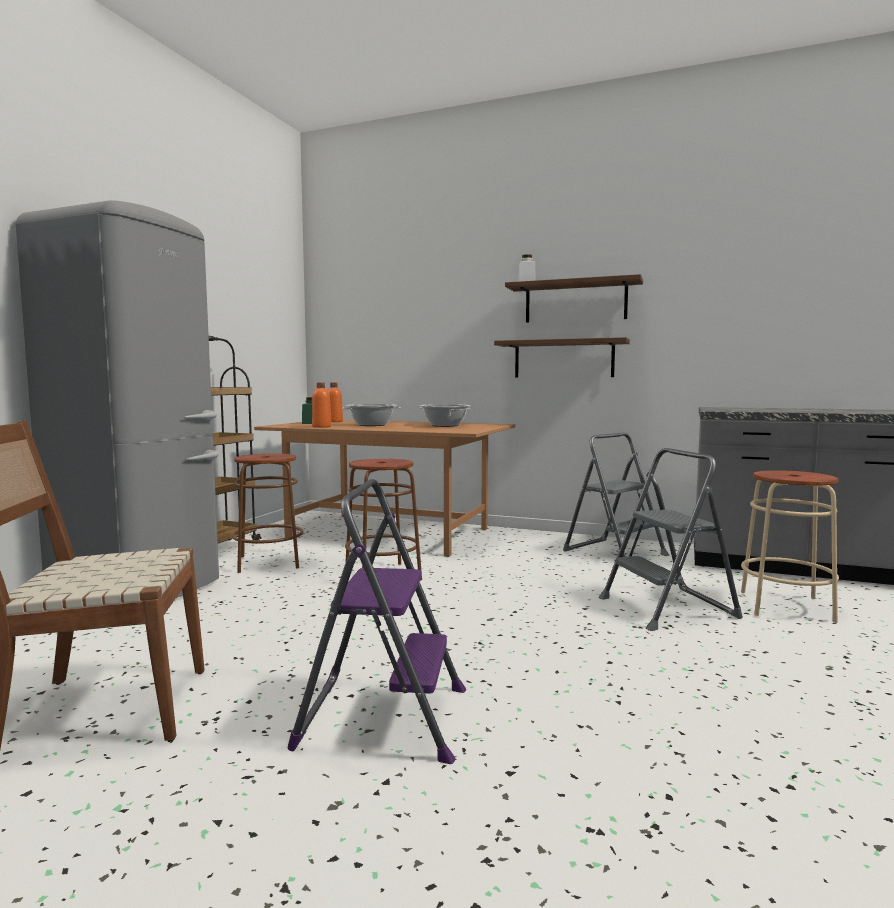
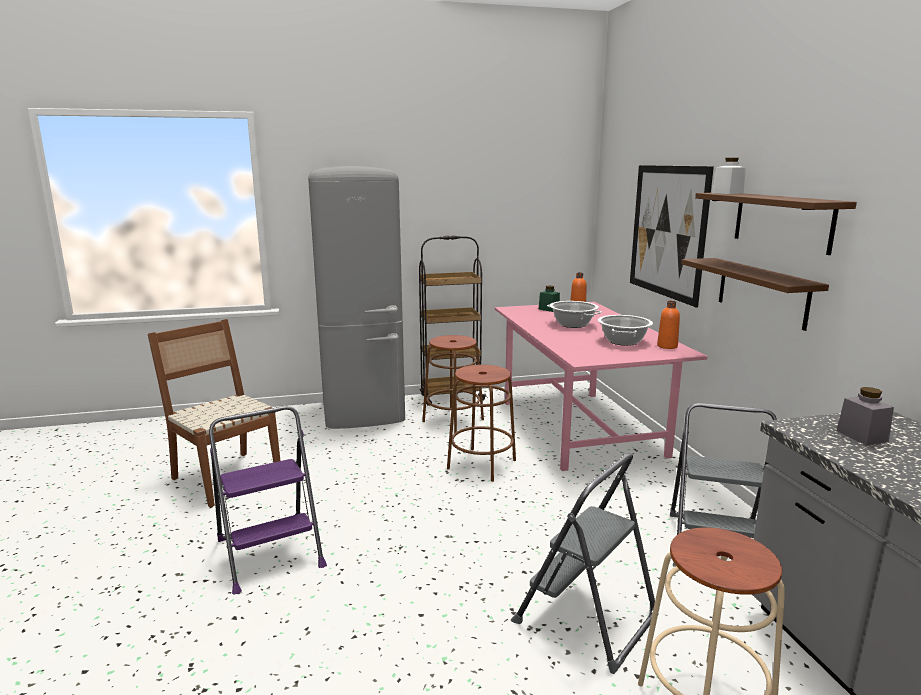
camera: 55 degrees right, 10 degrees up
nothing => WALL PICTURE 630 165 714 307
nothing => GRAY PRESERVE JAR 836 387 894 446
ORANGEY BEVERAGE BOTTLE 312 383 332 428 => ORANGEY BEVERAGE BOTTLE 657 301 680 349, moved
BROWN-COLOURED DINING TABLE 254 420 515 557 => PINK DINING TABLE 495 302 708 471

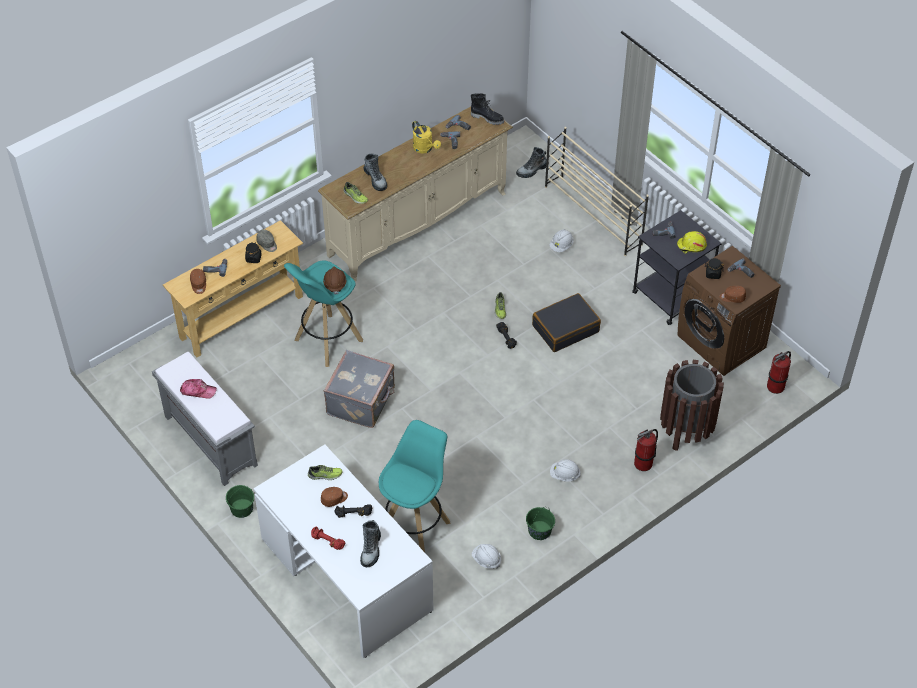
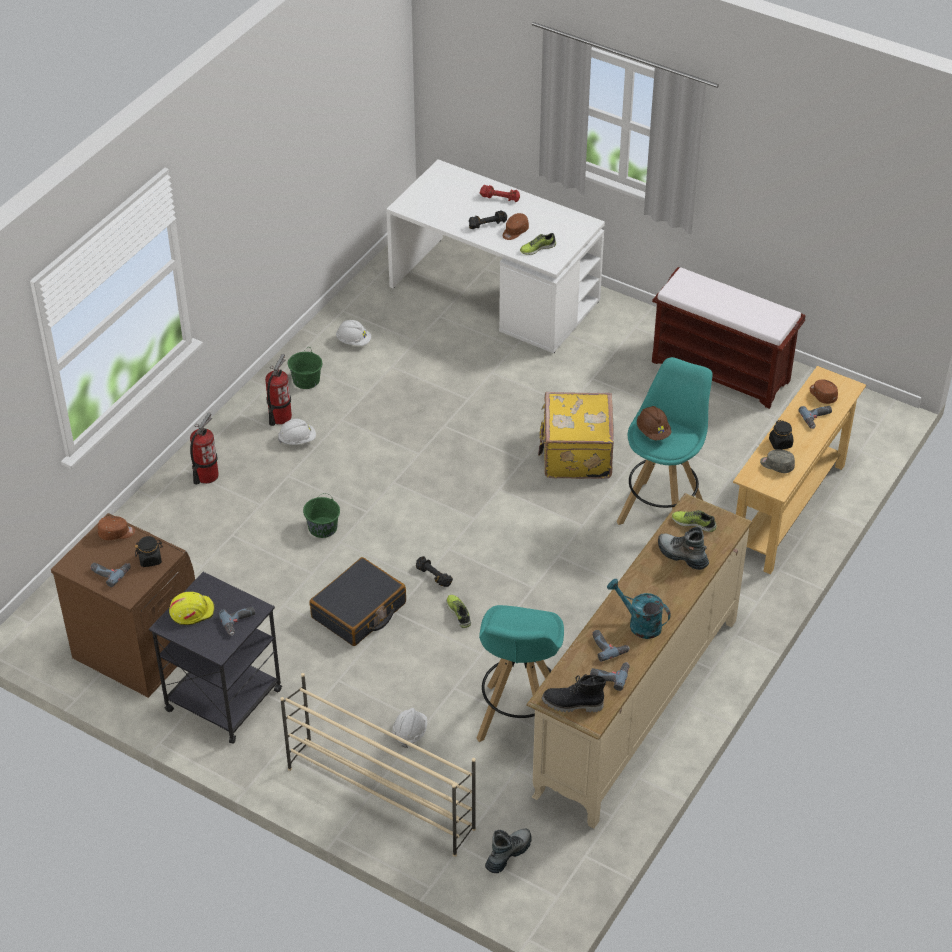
camera: 160 degrees right, 5 degrees down
BASEBALL CAP 180 379 217 399 => nothing
TALL BOOT 360 520 381 567 => nothing
BROWN-COLOURED TRASH CAN 660 360 724 451 => nothing
GREEN-COLOURED PAIL 226 485 254 518 => GREEN-COLOURED PAIL 303 493 340 538, moved
TURQUOISE-COLOURED STOOL 379 420 451 552 => TURQUOISE-COLOURED STOOL 476 605 564 742, moved
FIRE EXTINGUISHER 767 351 791 394 => FIRE EXTINGUISHER 265 354 292 426, moved
GRAY LONG SEAT 152 352 258 486 => BROWN-COLOURED LONG SEAT 652 267 806 409
GRAY PIECE OF LUGGAGE 324 350 395 428 => YELLOW-COLOURED PIECE OF LUGGAGE 538 392 614 479
YELLOW-COLOURED WATERING CAN 412 121 441 154 => TURQUOISE-COLOURED WATERING CAN 607 579 671 639

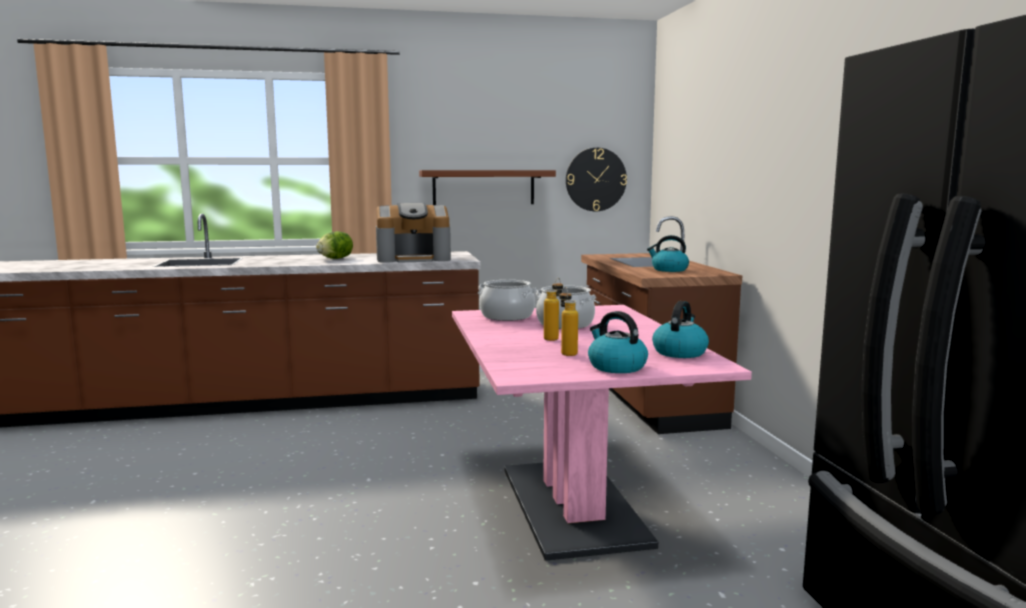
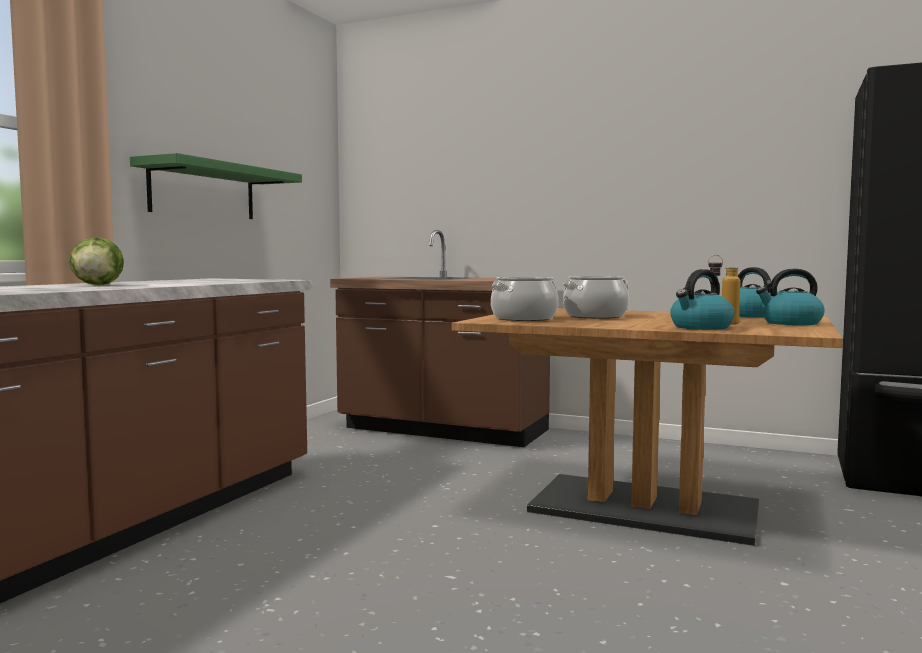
camera: 55 degrees left, 5 degrees down
COFFEE MAKER 376 203 451 263 => nothing
BEVERAGE BOTTLE 544 278 563 341 => nothing
CLOCK ON THE WALL 566 148 627 211 => nothing
TEA KETTLE 647 235 689 272 => TEA KETTLE 670 269 734 330, moved
BROWN-COLOURED SHELF 419 170 556 205 => GREEN-COLOURED SHELF 130 153 302 219
PINK DINING TABLE 452 305 752 561 => BROWN-COLOURED DINING TABLE 452 308 843 546

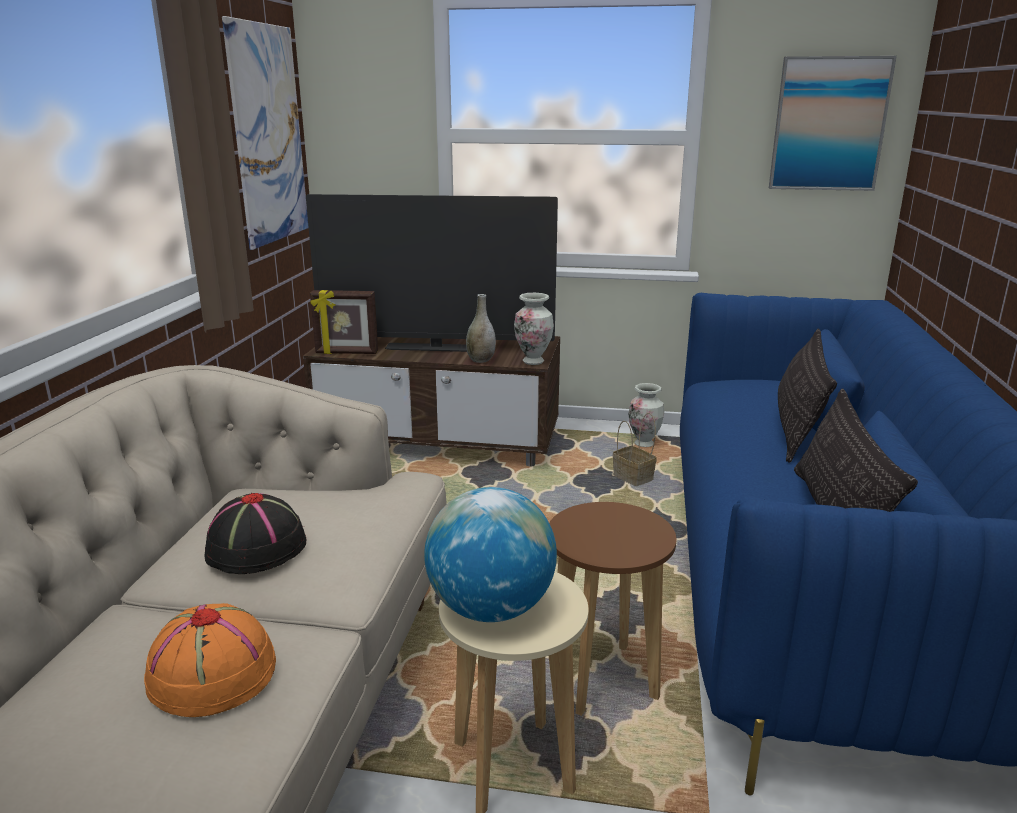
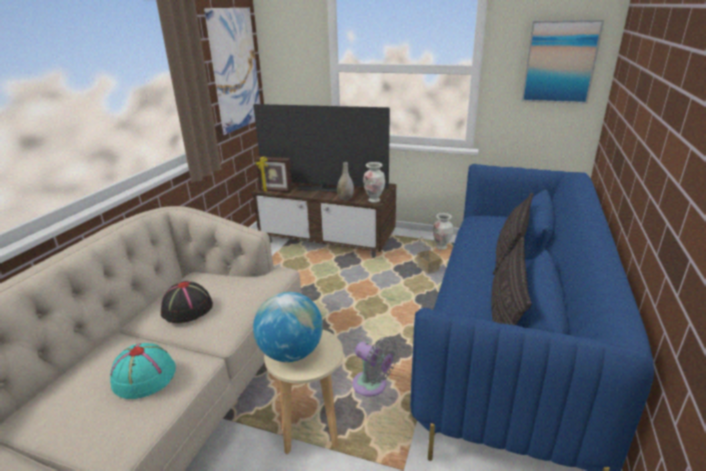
camera: 10 degrees right, 5 degrees up
BROWN-COLOURED STOOL 549 502 676 716 => GRAY ELECTRIC FAN 352 337 398 397
ORANGEY HAT 144 603 276 717 => TURQUOISE-COLOURED HAT 110 343 176 399

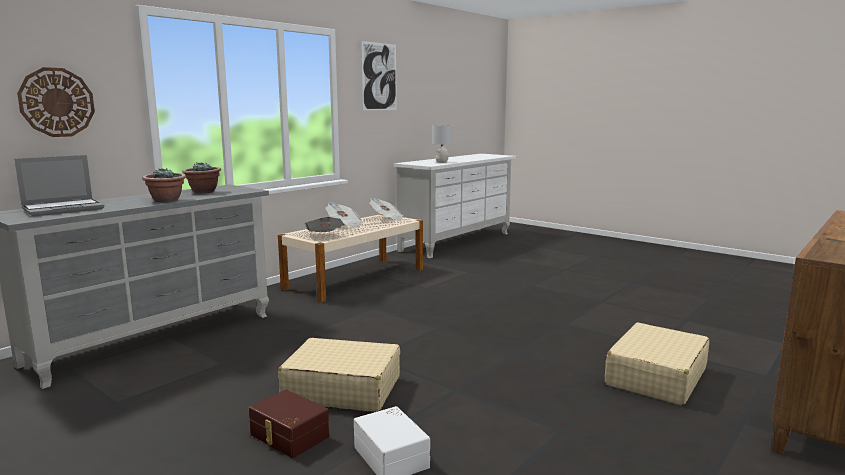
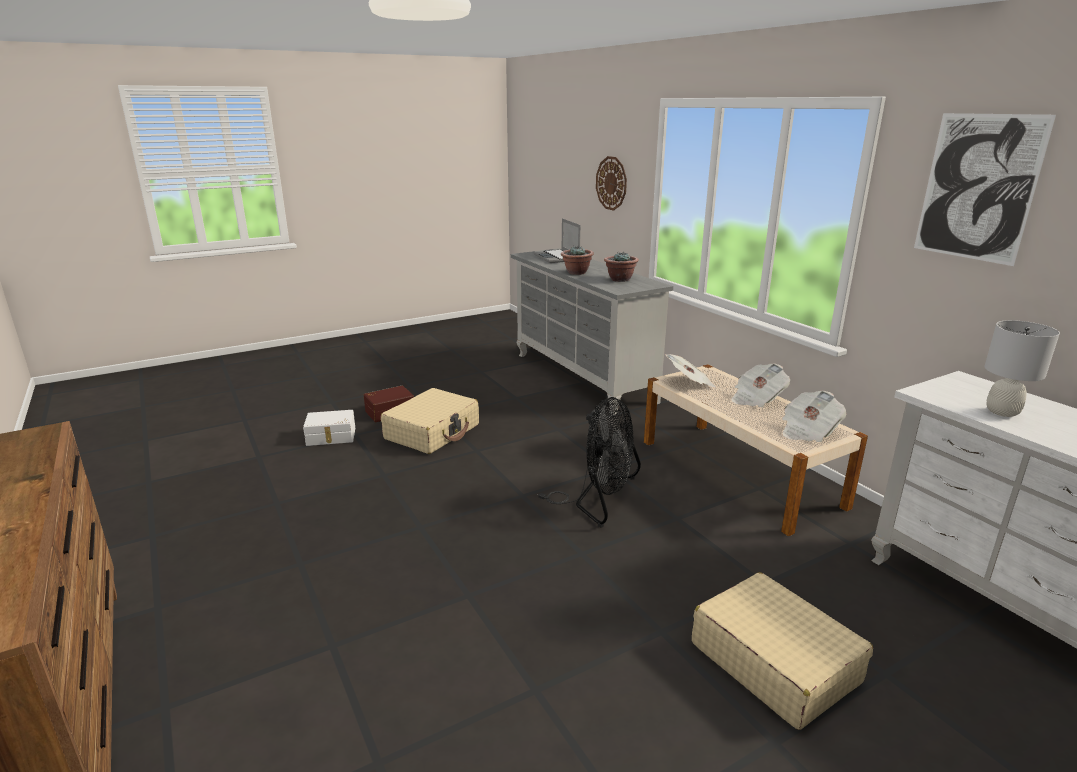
camera: 110 degrees right, 10 degrees up
nothing => BLACKISH ELECTRIC FAN 538 397 641 528
BEIGE PIECE OF LUGGAGE 605 323 709 405 => BEIGE PIECE OF LUGGAGE 692 572 873 730, moved

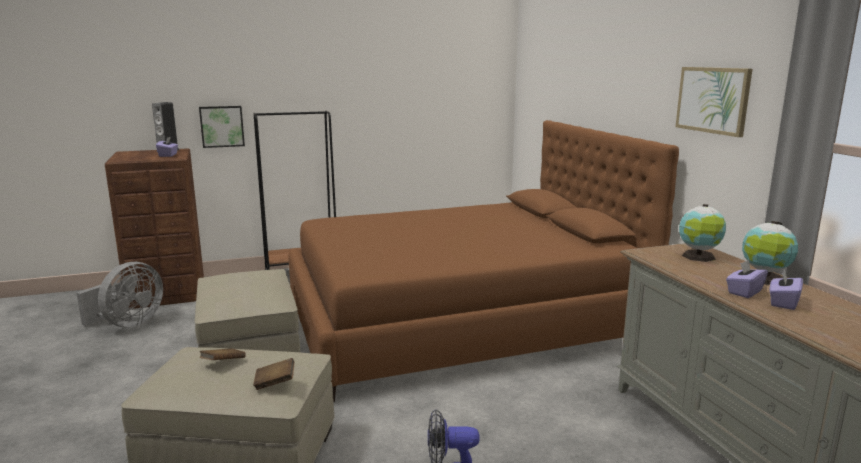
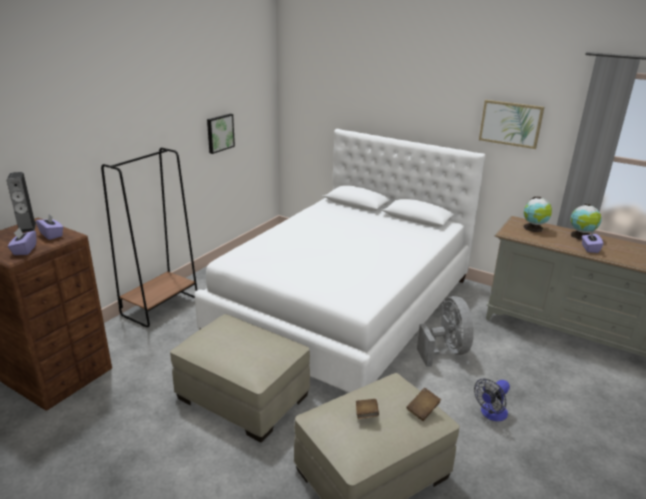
camera: 40 degrees left, 10 degrees up
GRAY ELECTRIC FAN 76 262 163 328 => GRAY ELECTRIC FAN 417 296 474 367, moved
WALL PICTURE 199 106 245 148 => WALL PICTURE 207 114 235 154, moved
PURPLE-COLOURED TISSUE HOLDER 769 270 803 310 => PURPLE-COLOURED TISSUE HOLDER 8 228 36 255, moved
BROWN-COLOURED BED 288 120 679 402 => WHITISH BED 195 129 486 393

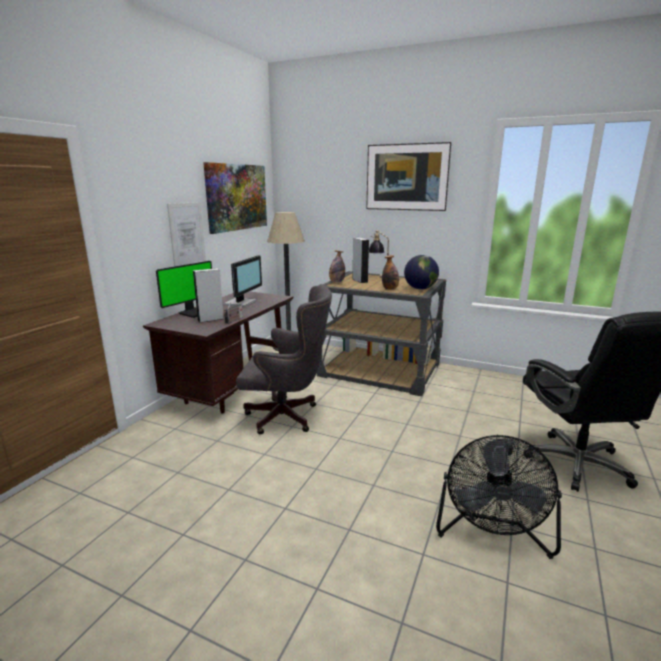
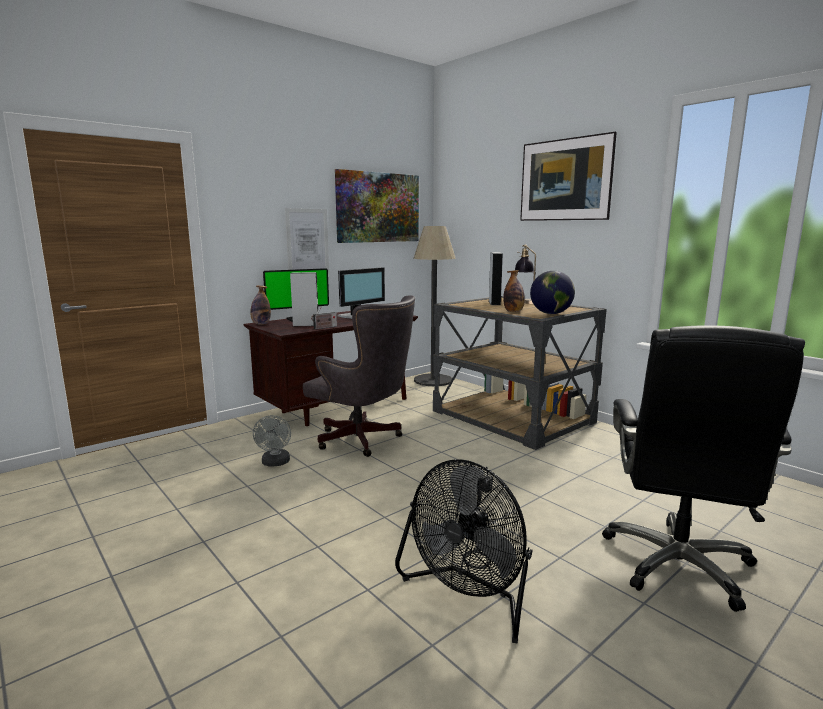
camera: 25 degrees right, 5 degrees down
nothing => GRAY ELECTRIC FAN 253 415 291 466
BEVERAGE BOTTLE 329 250 345 283 => BEVERAGE BOTTLE 250 285 271 325, moved

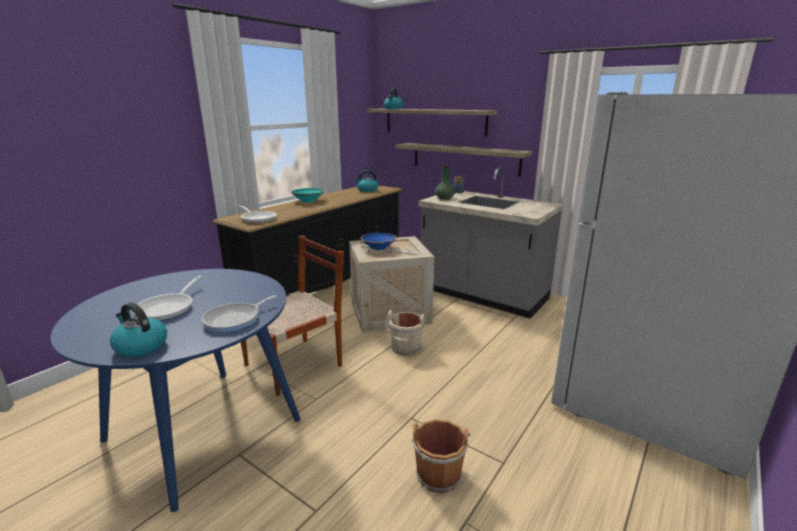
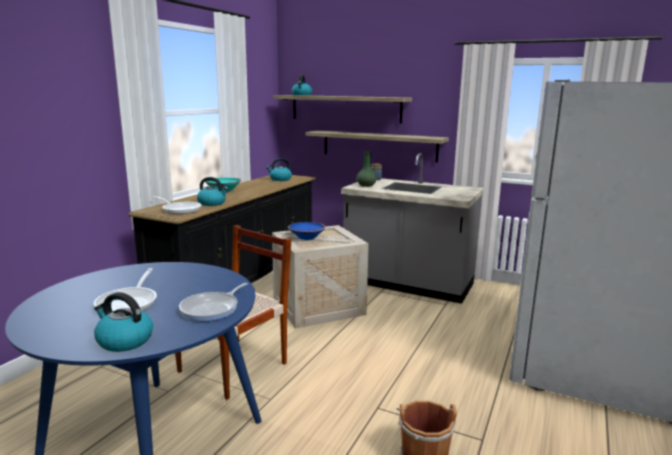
camera: 10 degrees left, 5 degrees down
BEIGE PAIL 386 310 425 356 => nothing
nothing => TEA KETTLE 197 177 228 206

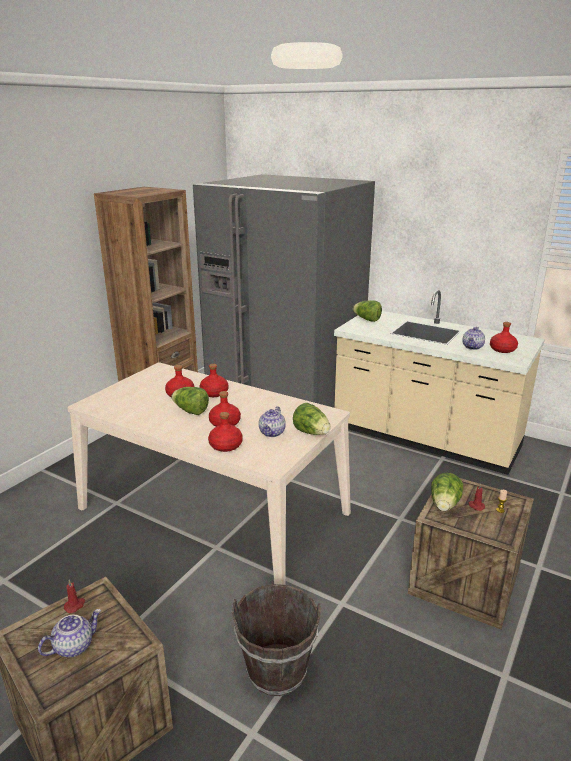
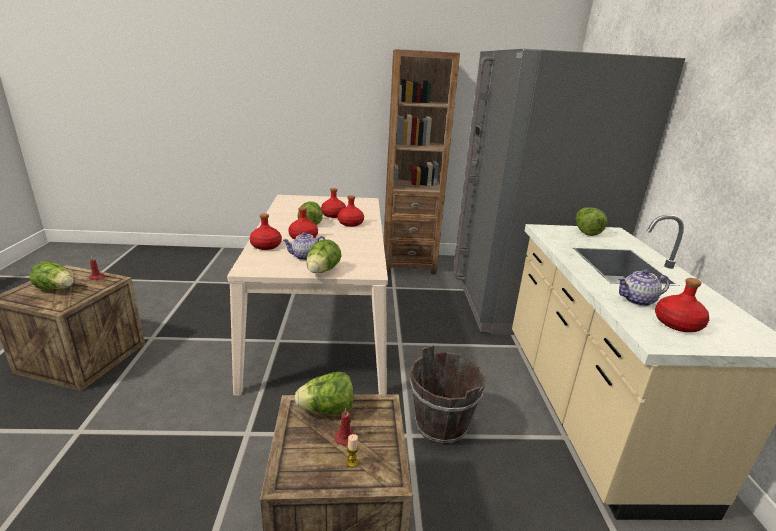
camera: 55 degrees right, 0 degrees up
BROWN-COLOURED PAIL 231 584 321 696 => BROWN-COLOURED PAIL 410 345 486 445, moved
POT FOR TEA 38 609 101 657 => LETTUCE HEAD 30 261 74 290

